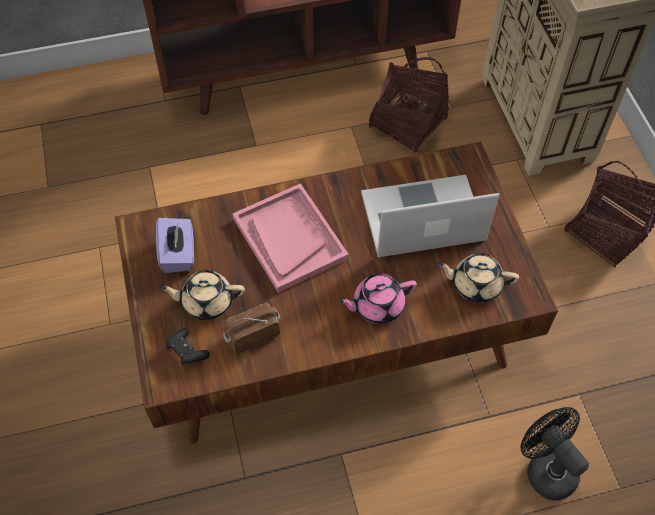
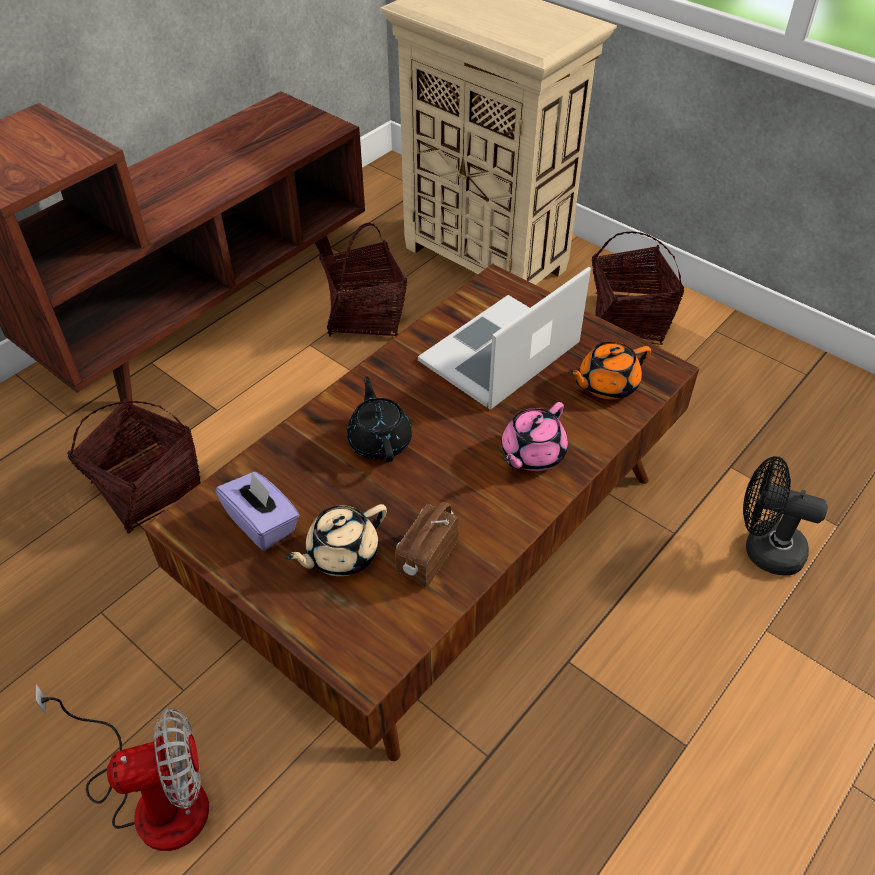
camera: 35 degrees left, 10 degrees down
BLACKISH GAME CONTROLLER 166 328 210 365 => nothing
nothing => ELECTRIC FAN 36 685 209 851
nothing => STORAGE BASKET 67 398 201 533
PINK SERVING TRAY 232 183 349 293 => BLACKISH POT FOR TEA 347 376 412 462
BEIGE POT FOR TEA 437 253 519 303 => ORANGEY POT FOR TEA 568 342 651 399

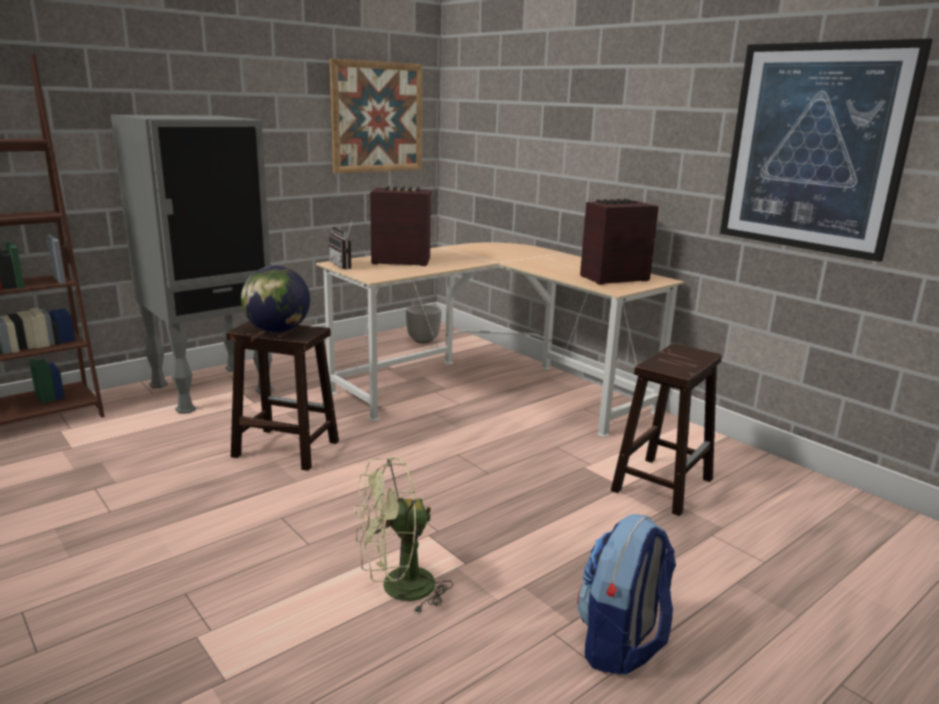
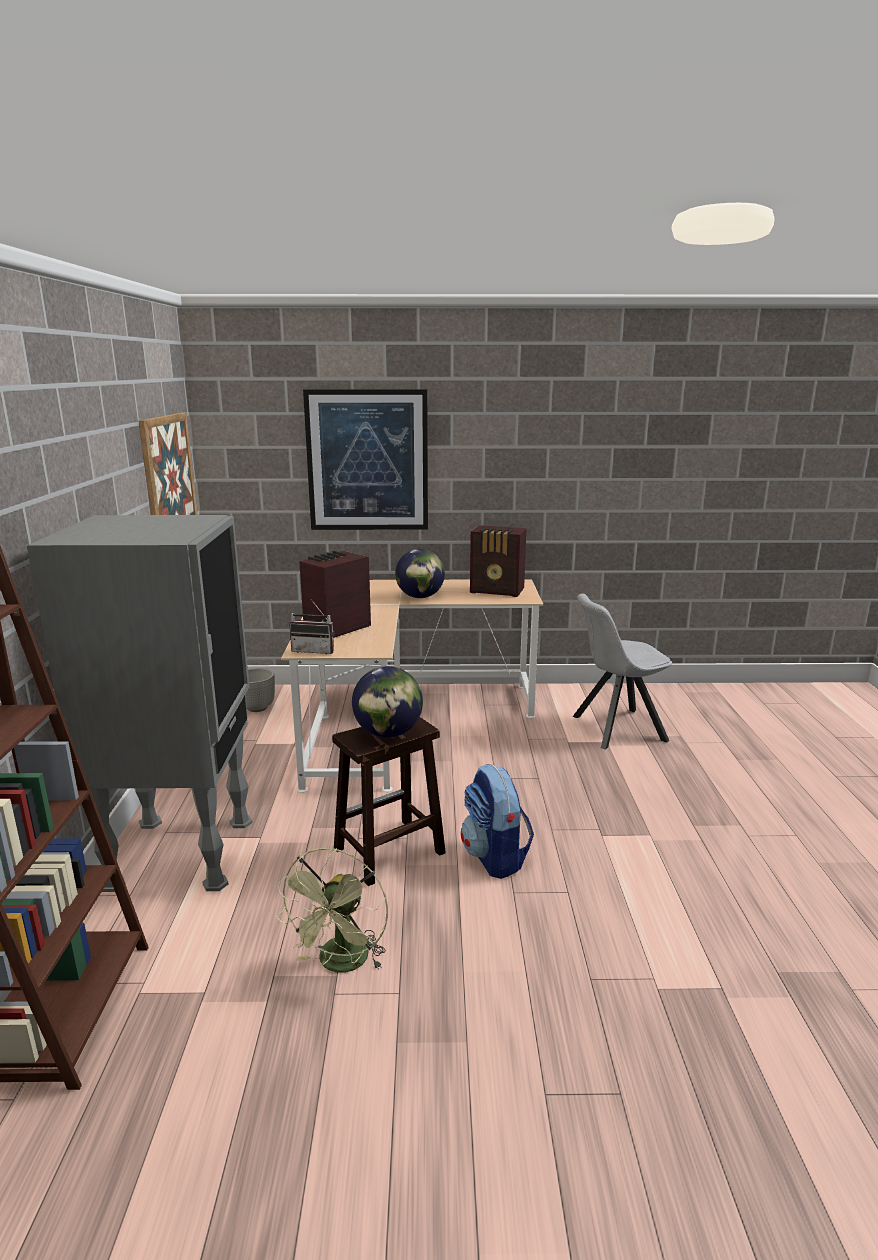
camera: 50 degrees left, 0 degrees up
nothing => GLOBE 395 549 445 598
GREEN-COLOURED ELECTRIC FAN 354 457 453 614 => GREEN-COLOURED ELECTRIC FAN 276 848 388 973, moved
RUCKSACK 577 514 676 675 => RUCKSACK 461 764 534 879, moved
WALL PICTURE 720 38 933 262 => WALL PICTURE 303 389 428 530, moved
BROWN-COLOURED STOOL 611 343 722 516 => GRAY CHAIR 573 594 672 750
RADIO SET 580 199 659 285 => RADIO SET 470 525 527 597, 90 degrees counterclockwise

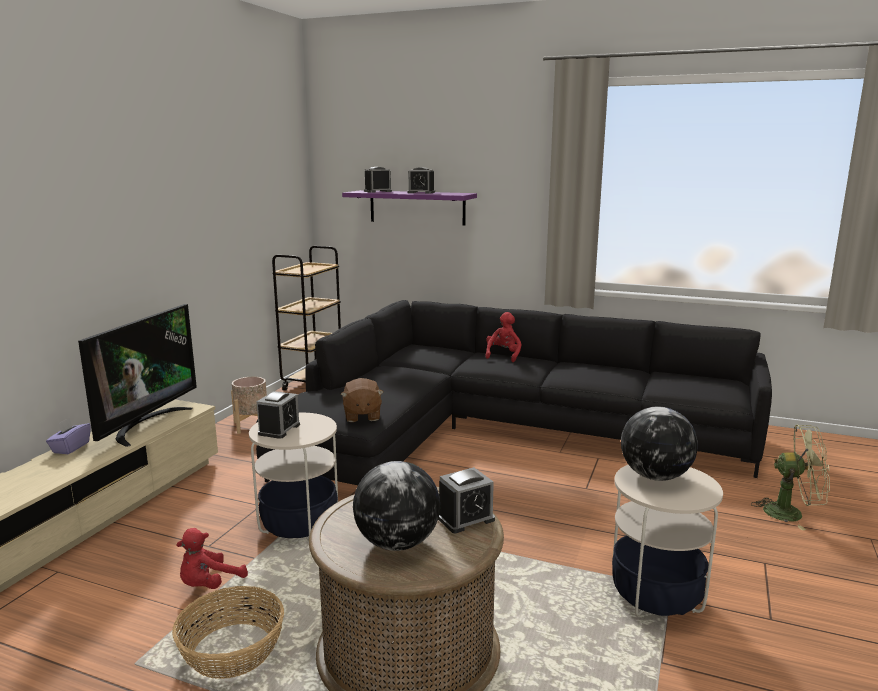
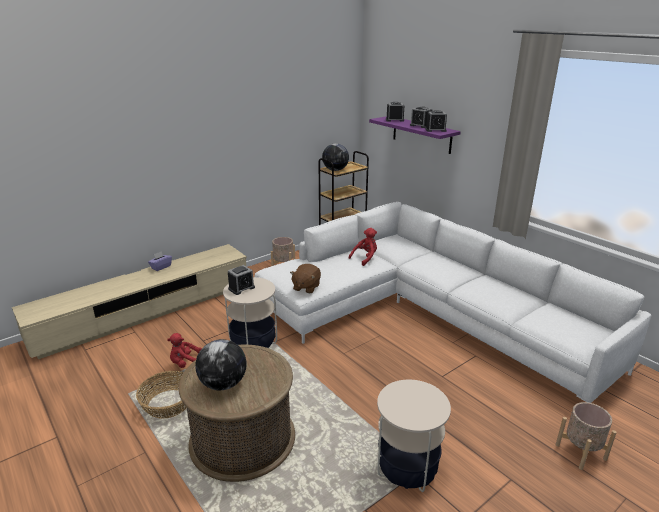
camera: 30 degrees right, 10 degrees up
TV SET 78 304 197 447 => nothing
ALARM CLOCK 438 467 495 533 => ALARM CLOCK 425 110 447 132, moved
REDDISH SOFT TOY 485 312 522 362 => REDDISH SOFT TOY 349 228 377 266, moved
GLOBE 621 406 698 481 => GLOBE 322 143 349 171, moved
GREEN-COLOURED ELECTRIC FAN 751 424 830 530 => BEIGE PLANT POT 556 402 617 470
BLACKISH SOFA 256 300 772 485 => WHITISH SOFA 254 202 651 403

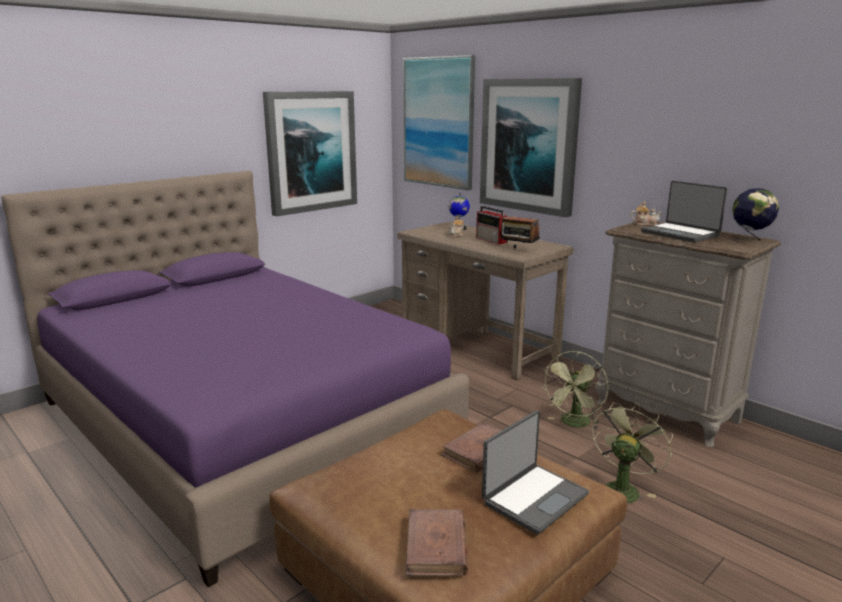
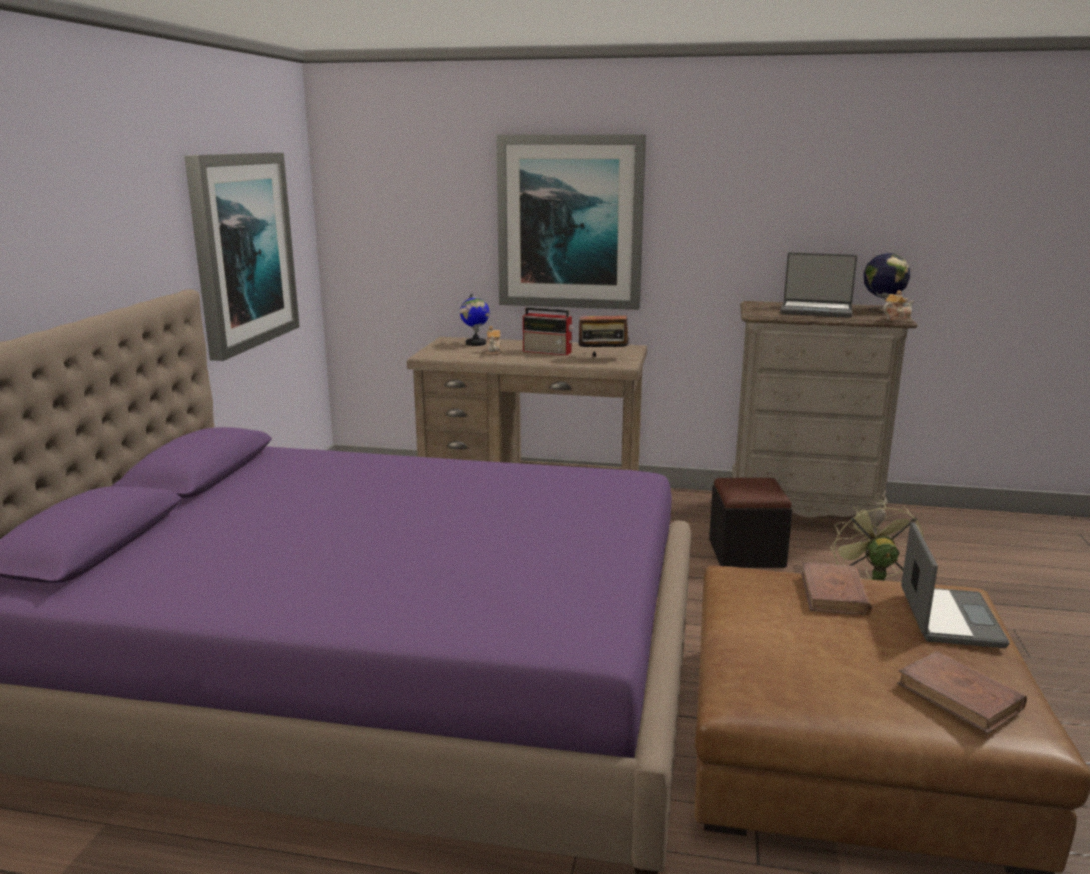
camera: 35 degrees left, 0 degrees up
WALL PICTURE 403 55 475 190 => nothing
POT FOR TEA 630 202 662 226 => POT FOR TEA 883 290 914 321, moved
GREEN-COLOURED ELECTRIC FAN 542 351 608 430 => BLACKISH FOOTREST 709 478 792 568

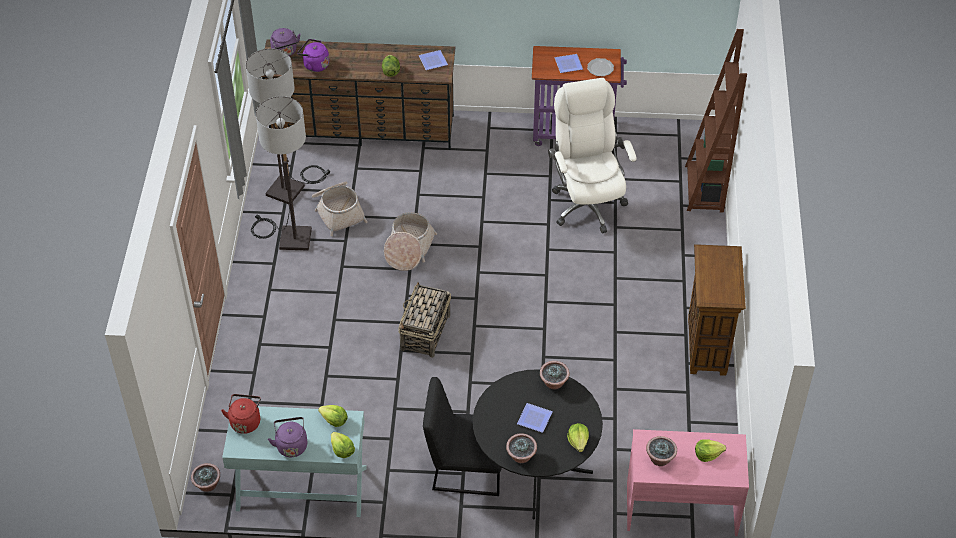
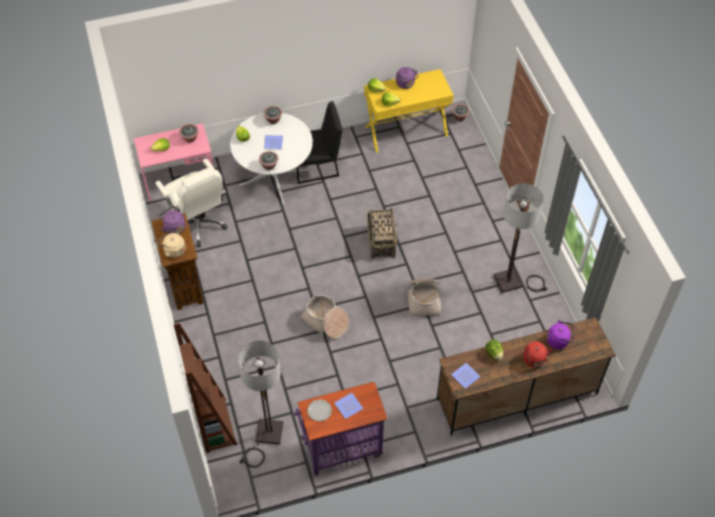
camera: 160 degrees right, 5 degrees up
nothing => BEIGE TEA KETTLE 158 229 186 258
REDDISH TEA KETTLE 221 394 261 434 => REDDISH TEA KETTLE 523 341 552 367, moved
STANDING LAMP 246 48 330 204 => STANDING LAMP 238 341 284 468, moved
PURPLE-COLOURED TEA KETTLE 270 28 301 56 => PURPLE-COLOURED TEA KETTLE 158 206 185 234, moved
STORAGE BASKET 312 182 368 236 => STORAGE BASKET 299 295 349 339, moved
WHITISH DESK CHAIR 548 78 637 234 => WHITISH DESK CHAIR 156 159 228 247, moved
TURQUOISE-COLOURED NARROW TABLE 222 406 367 517 => YELLOW-COLOURED NARROW TABLE 364 69 454 153
BLACKISH DINING TABLE 473 369 603 519 => WHITISH DINING TABLE 230 113 313 205

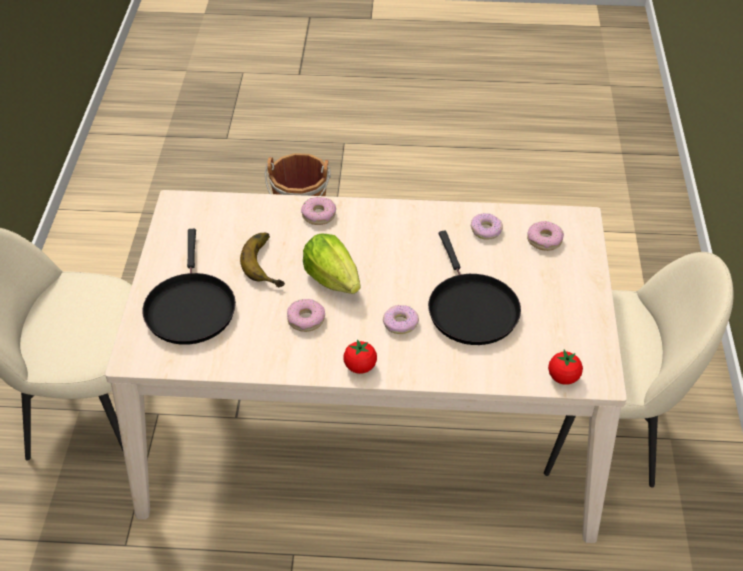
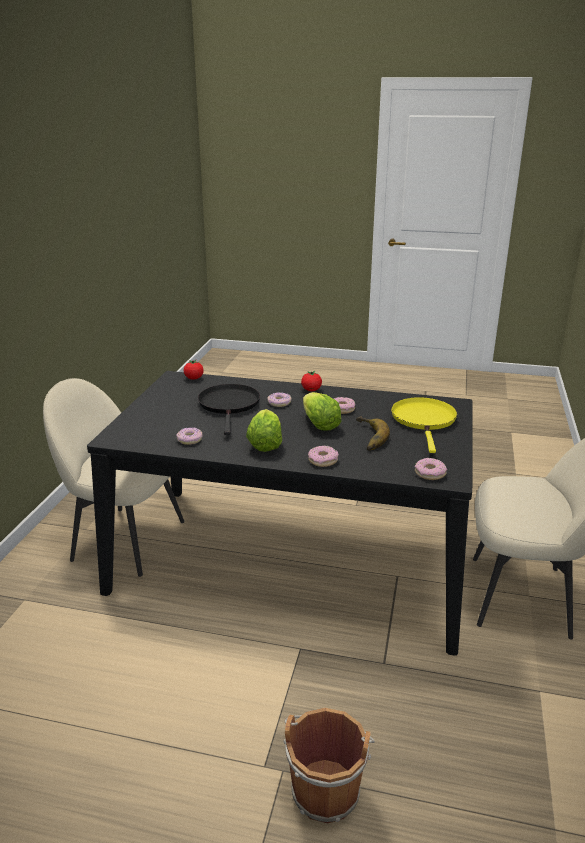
camera: 170 degrees left, 20 degrees down
nothing => LETTUCE HEAD 246 409 282 452
RING DOUGHNUT 527 221 564 251 => RING DOUGHNUT 415 458 447 480, moved
BEIGE DINING TABLE 105 190 627 543 => BLACKISH DINING TABLE 87 371 472 656
BLACKISH SKILLET 142 229 236 345 => YELLOW-COLOURED SKILLET 391 397 457 453

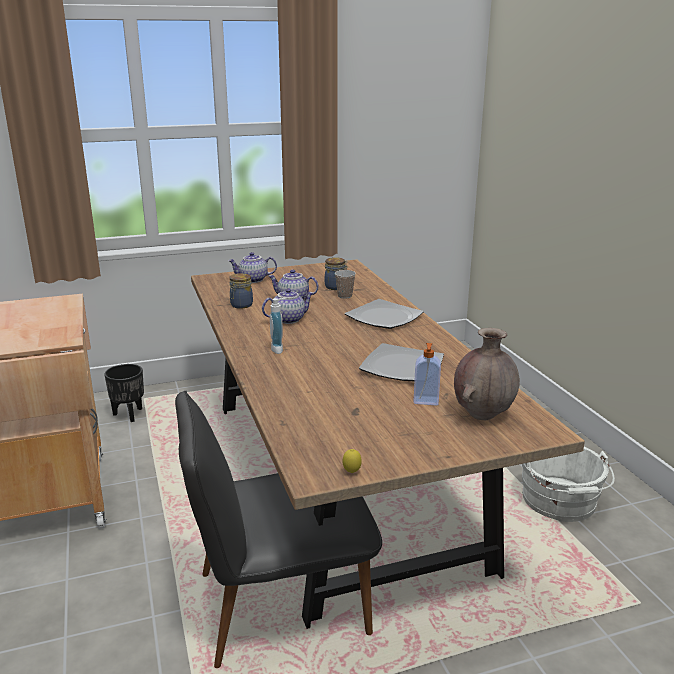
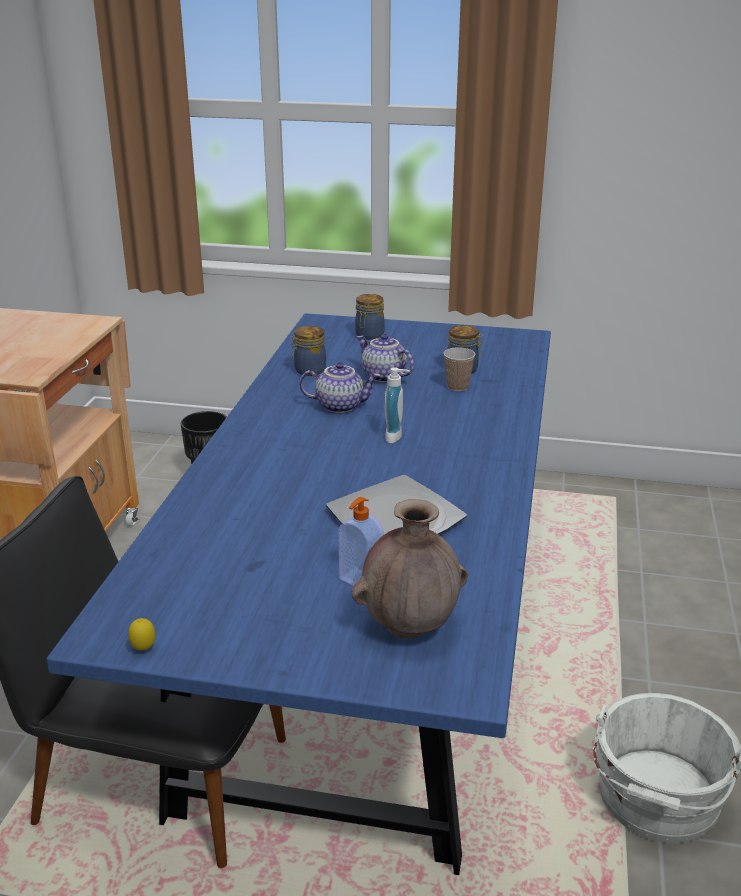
camera: 30 degrees right, 5 degrees up
PLATE 345 299 424 329 => nothing
LIQUID SOAP BOTTLE 270 298 287 354 => LIQUID SOAP BOTTLE 385 367 410 443, moved
POT FOR TEA 228 252 277 283 => PRESERVE JAR 355 294 385 340
BROWN-COLOURED DINING TABLE 191 259 585 629 => BLUE-COLOURED DINING TABLE 46 313 551 875

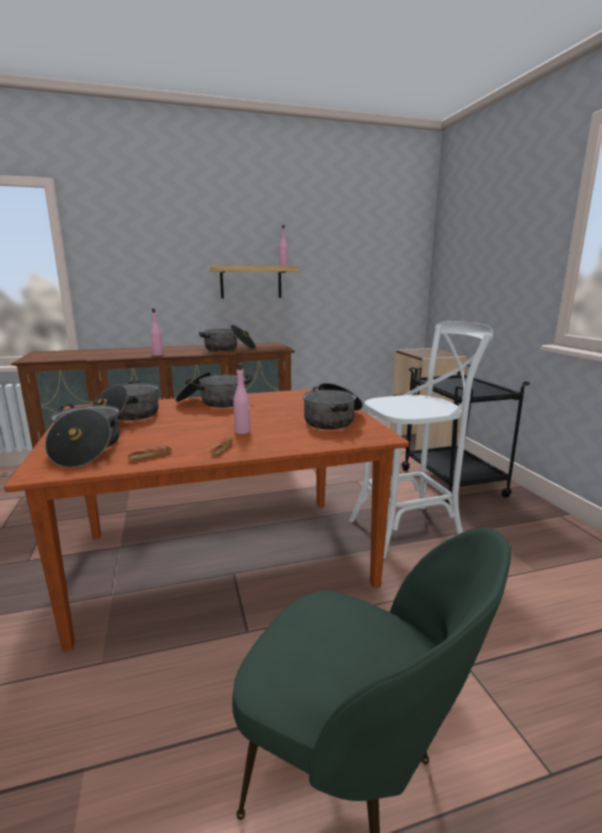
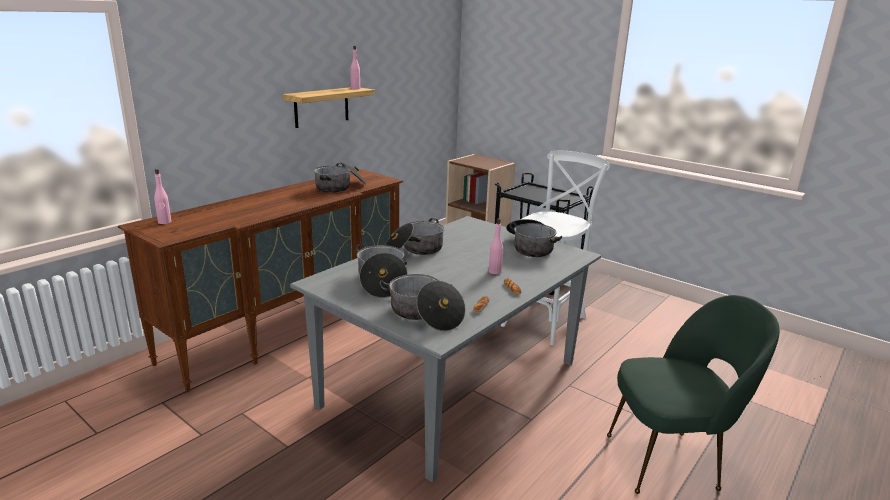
camera: 35 degrees left, 5 degrees up
PINK BEVERAGE BOTTLE 150 309 163 356 => PINK BEVERAGE BOTTLE 154 169 171 224, moved
BROWN-COLOURED DINING TABLE 4 389 409 651 => GRAY DINING TABLE 290 216 601 482

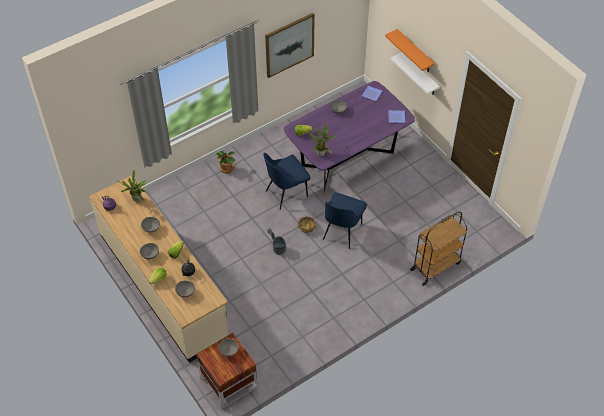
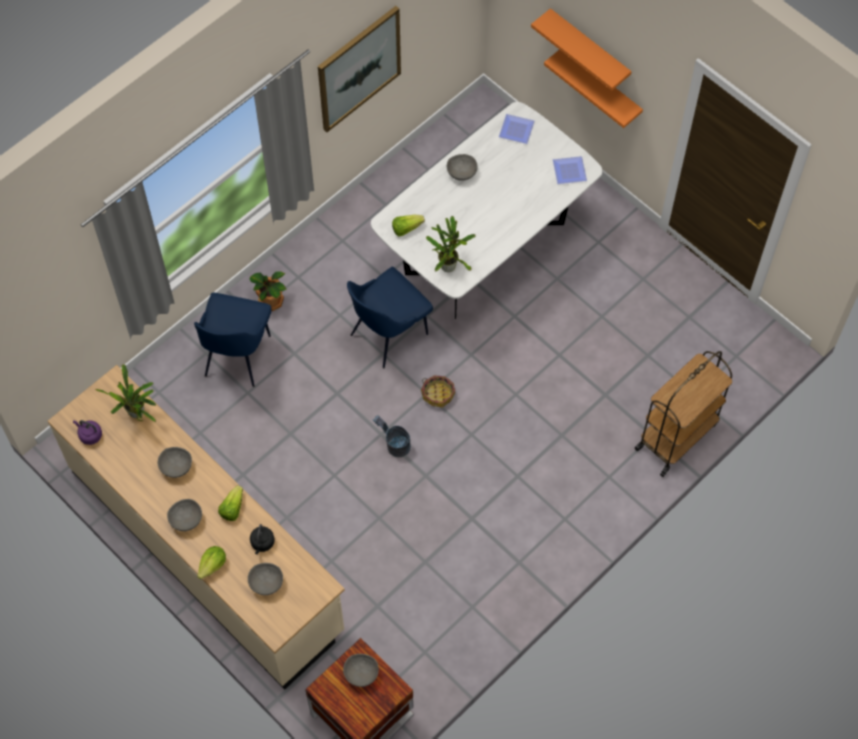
camera: 10 degrees left, 10 degrees up
BLUE-COLOURED CHAIR 323 192 367 249 => BLUE-COLOURED CHAIR 194 293 272 387, moved
PURPLE-COLOURED DINING TABLE 284 81 415 191 => WHITISH DINING TABLE 371 102 603 319
WHITISH SHELF 391 52 440 95 => ORANGEY SHELF 544 50 643 128

